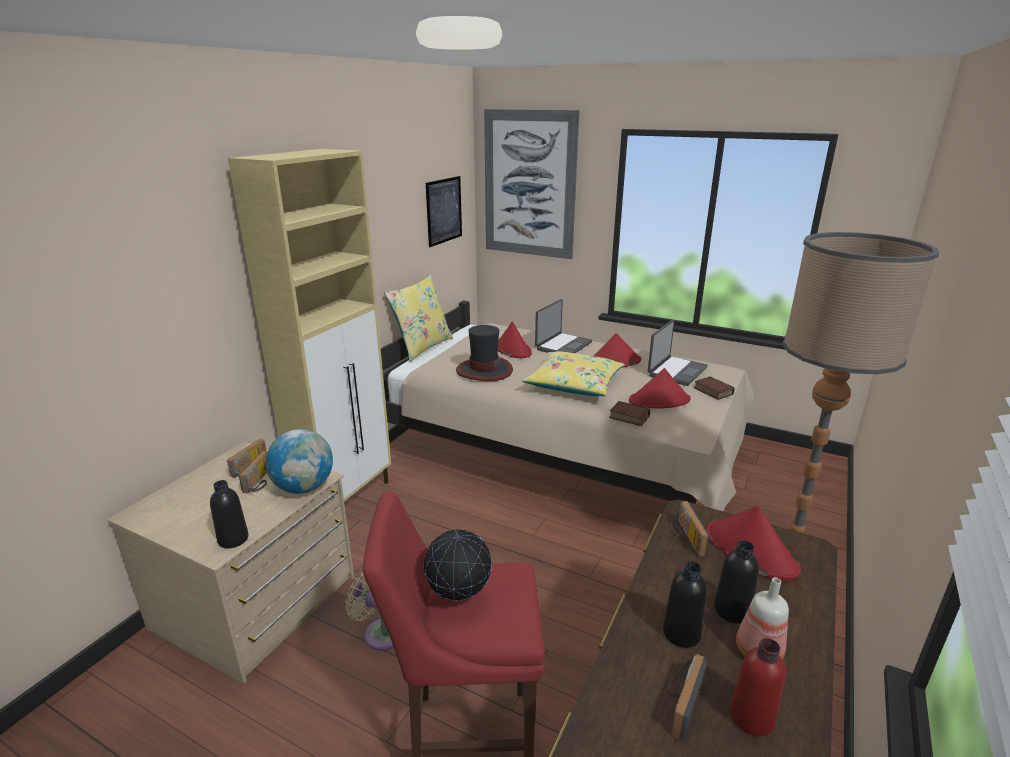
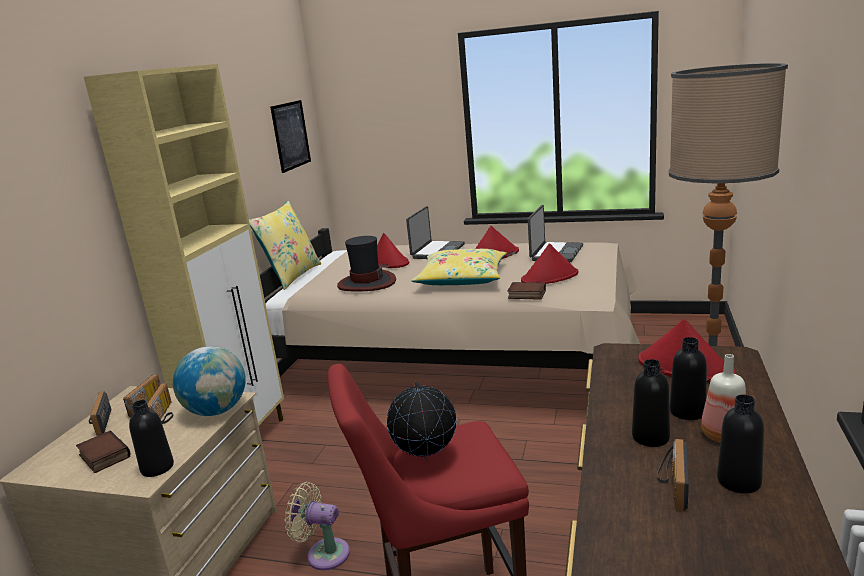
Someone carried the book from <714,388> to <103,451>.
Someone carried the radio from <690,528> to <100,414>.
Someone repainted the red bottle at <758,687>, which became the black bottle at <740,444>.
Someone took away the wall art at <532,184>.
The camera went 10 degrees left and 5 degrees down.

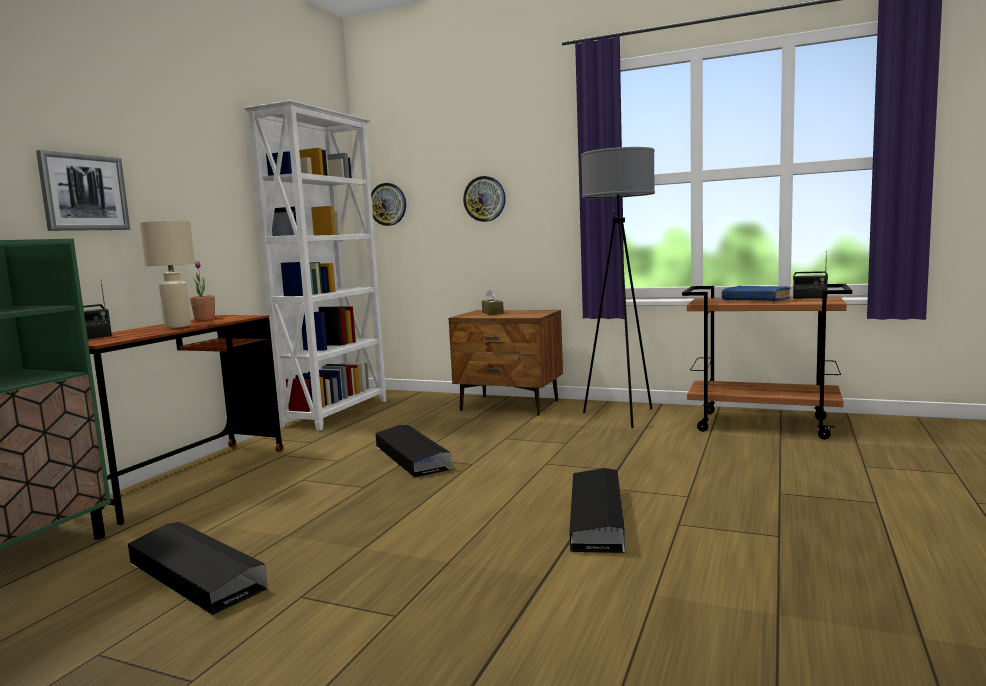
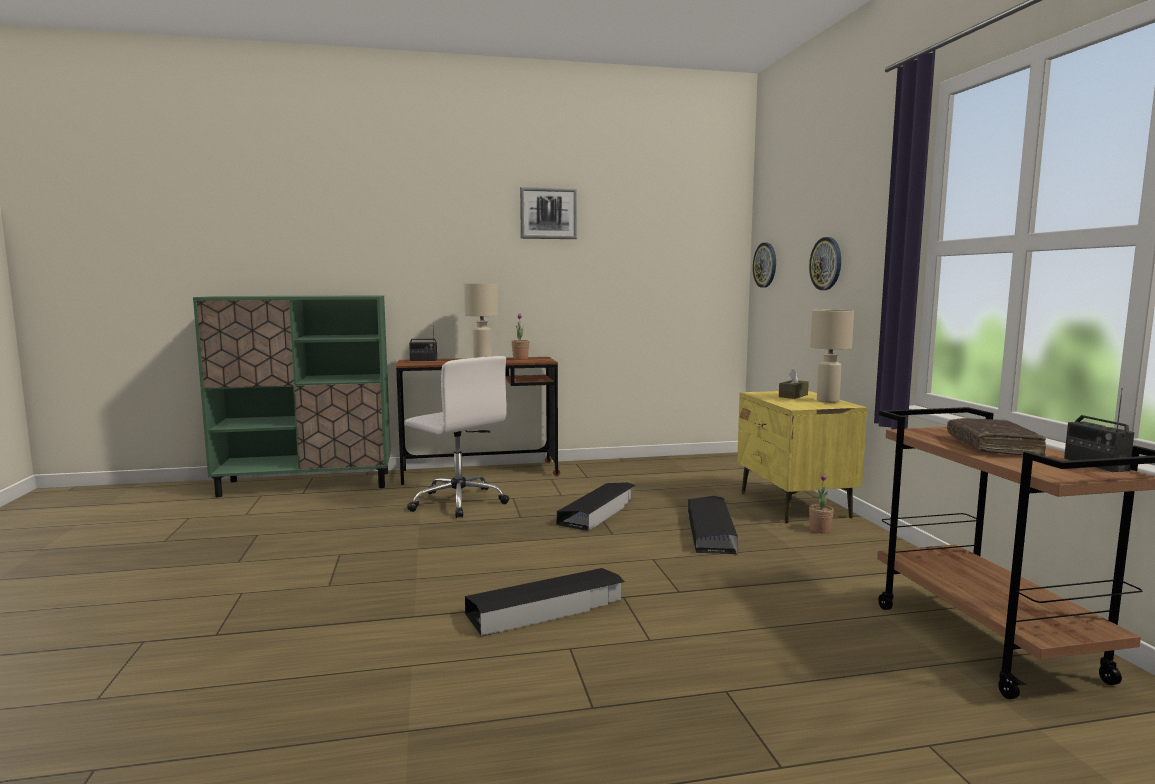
Someone put down the white-coloured desk chair at <456,437>.
Someone carried the wall art from <83,190> to <548,213>.
Someone carried the black storage box from <198,568> to <713,525>.
Someone repainted the brown night table at <506,363>, which became the yellow night table at <802,457>.
Someone put down the houseplant at <821,504>.
Someone put down the sand-coloured lamp for a table at <832,356>.
Someone repainted the blue book at <756,293>, which became the brown book at <996,437>.
Someone took away the white-coloured bookshelf at <315,265>.
Someone took away the greyish standard lamp at <618,287>.
The camera went 55 degrees right and 0 degrees up.

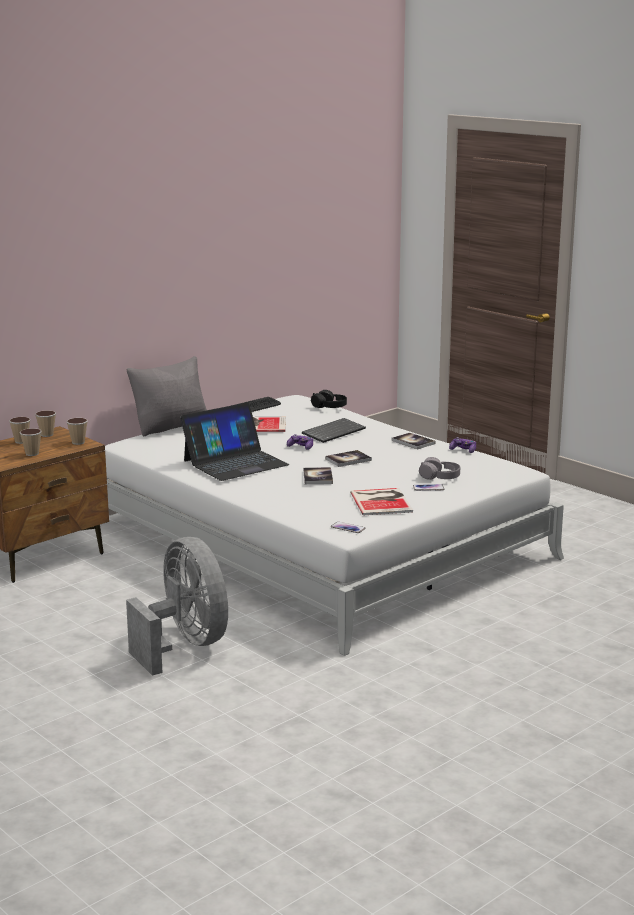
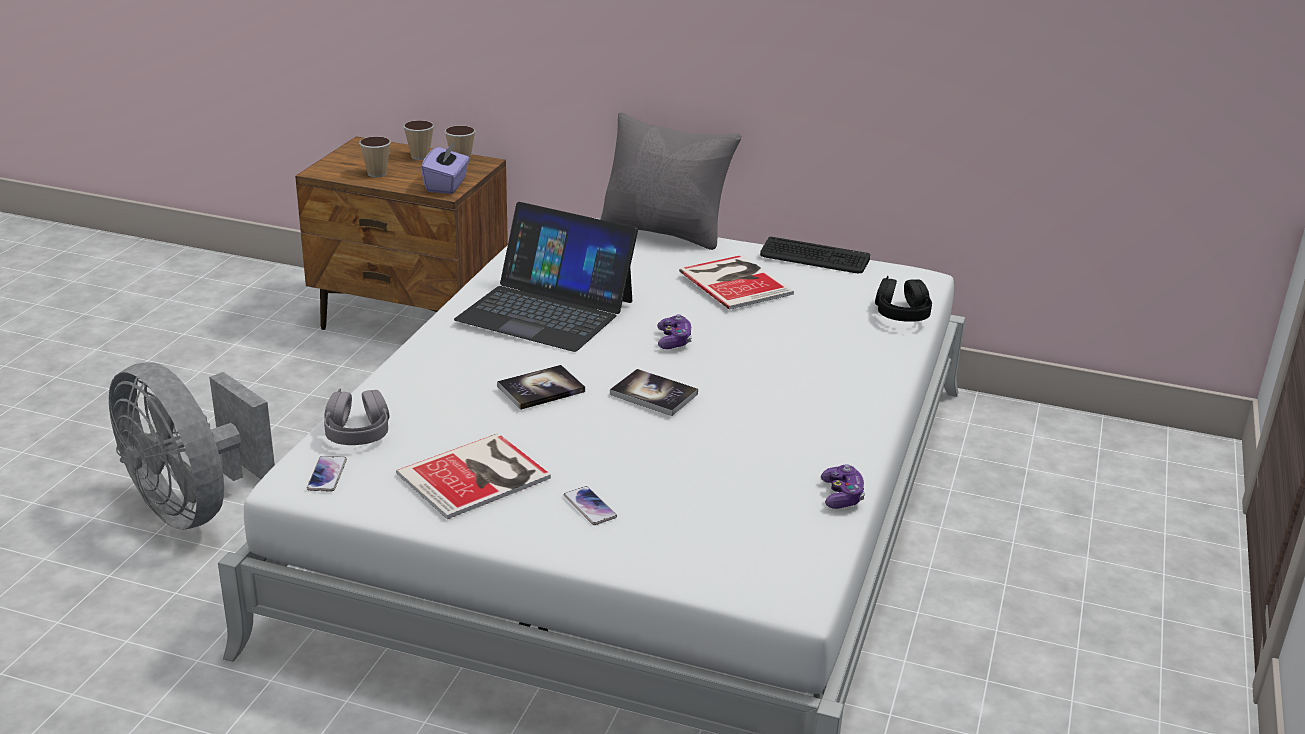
Someone rotated the greyish cooling fan at <177,606> by 105 degrees clockwise.
Someone carried the greyish headphones from <439,468> to <356,416>.
Someone swapped the small cup at <77,431> for the purple-coloured tissue holder at <445,168>.
Someone took away the PC keyboard at <334,430>.
Someone took away the book at <414,441>.
The camera went 60 degrees right and 10 degrees up.

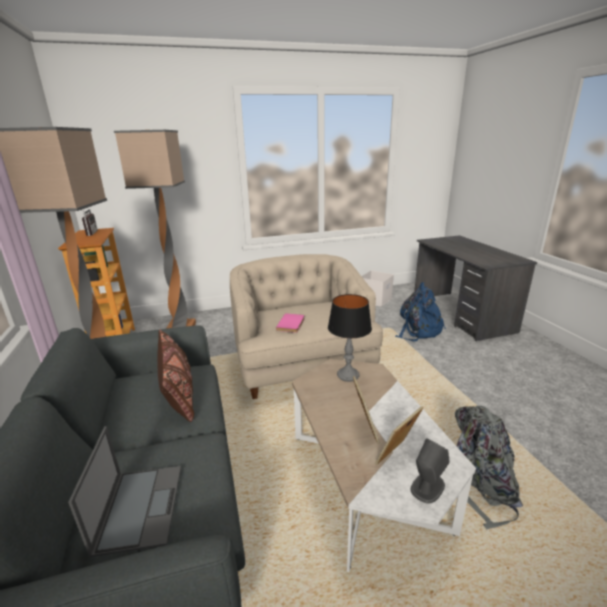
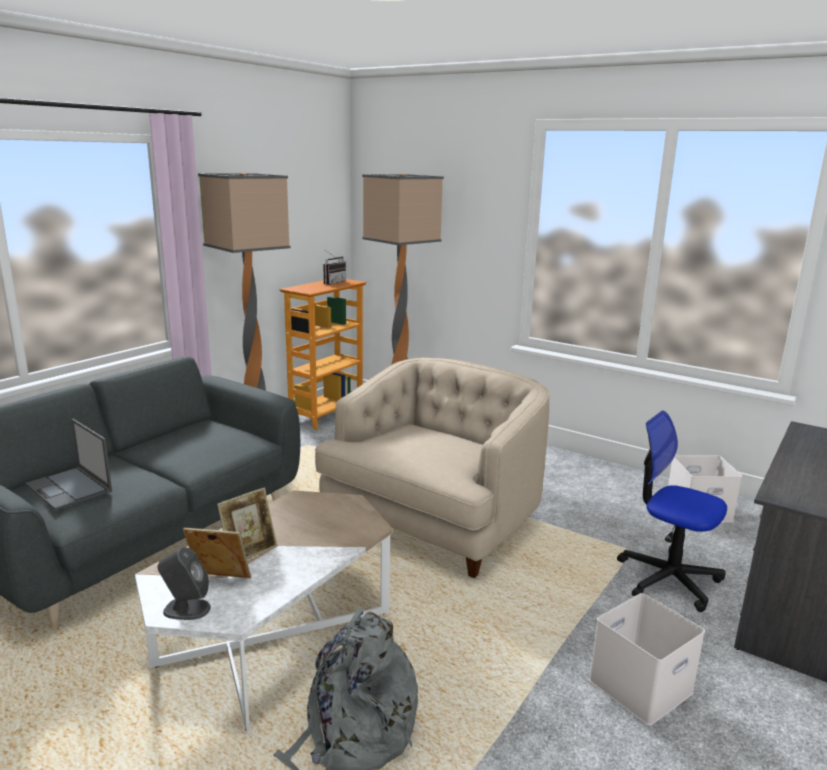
Someone rotated the notebook computer at <124,491> by 90 degrees clockwise.
Someone put down the white-coloured storage box at <647,659>.
Someone swapped the blue knapsack at <420,311> for the desk chair at <672,511>.
Someone took away the brown cushion at <175,376>.
Someone took away the pink book at <290,323>.
Someone took away the lamp for a table at <350,338>.
The camera went 50 degrees right and 5 degrees down.

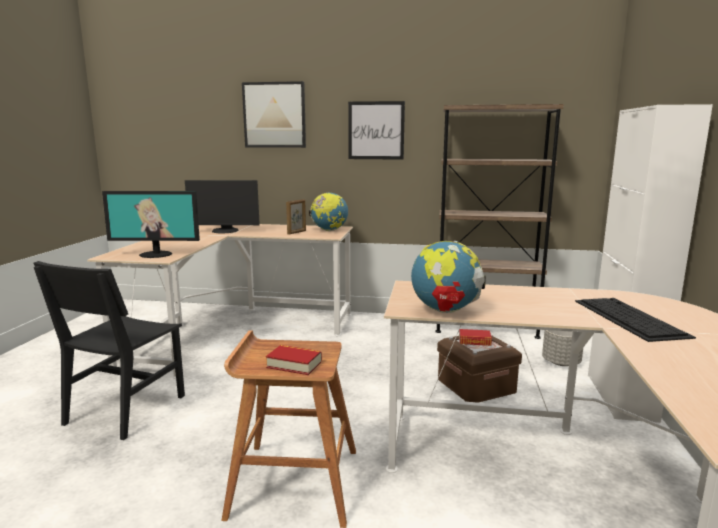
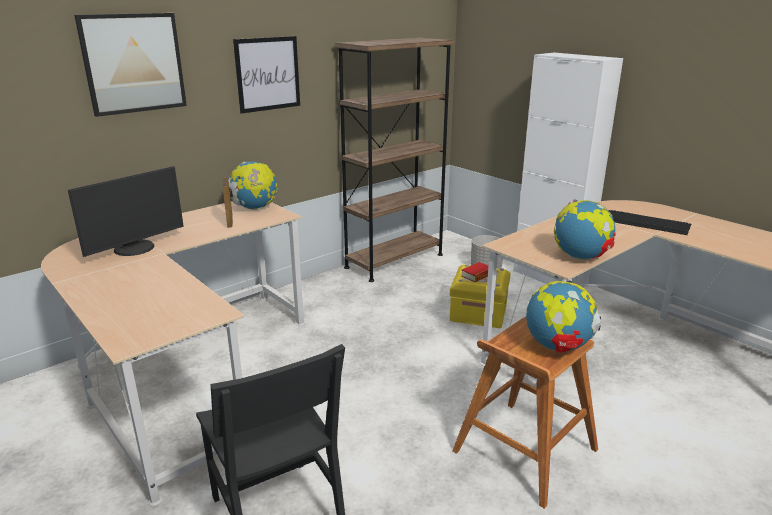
Someone repainted the brown storage box at <479,369>, which became the yellow storage box at <480,296>.
Someone swapped the book at <294,360> for the desk globe at <563,315>.
Someone took away the computer display at <151,224>.
The camera went 50 degrees left and 10 degrees up.

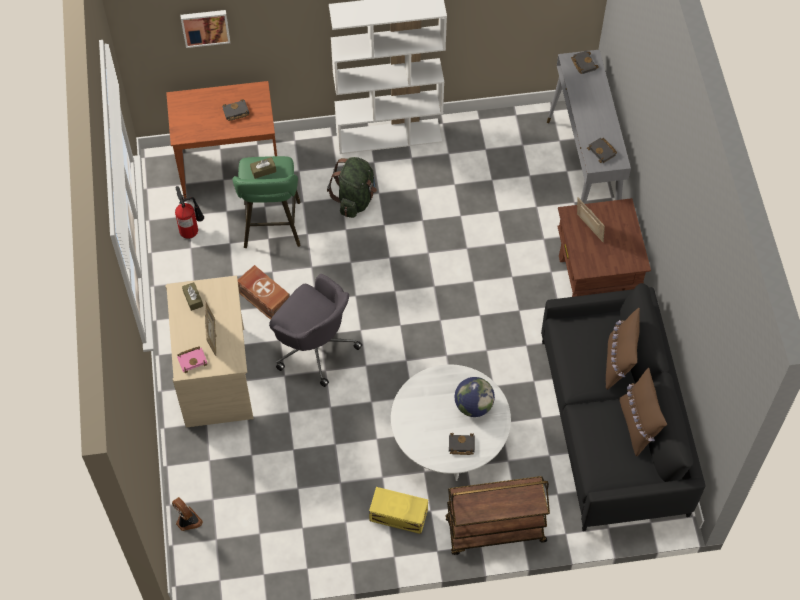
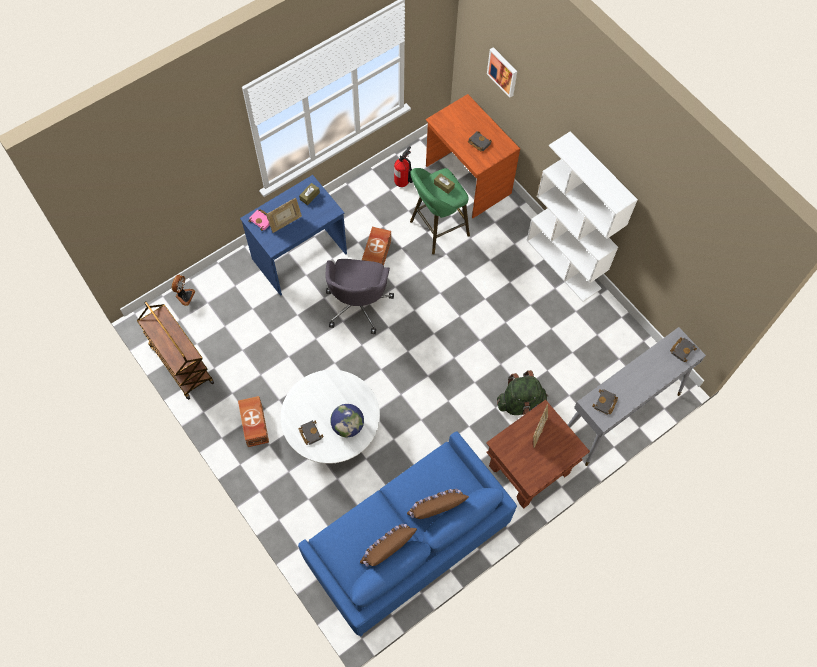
Someone carried the brown wheeled cart from <497,515> to <175,350>.
Someone repainted the yellow storage box at <398,510>, which became the brown storage box at <253,421>.
Someone repainted the sand-coloured desk at <209,352>, which became the blue desk at <293,235>.
Someone repainted the black sofa at <623,407>, which became the blue sofa at <407,533>.
Someone carried the green-coloured knapsack from <352,187> to <522,392>.
The camera went 60 degrees right and 5 degrees up.

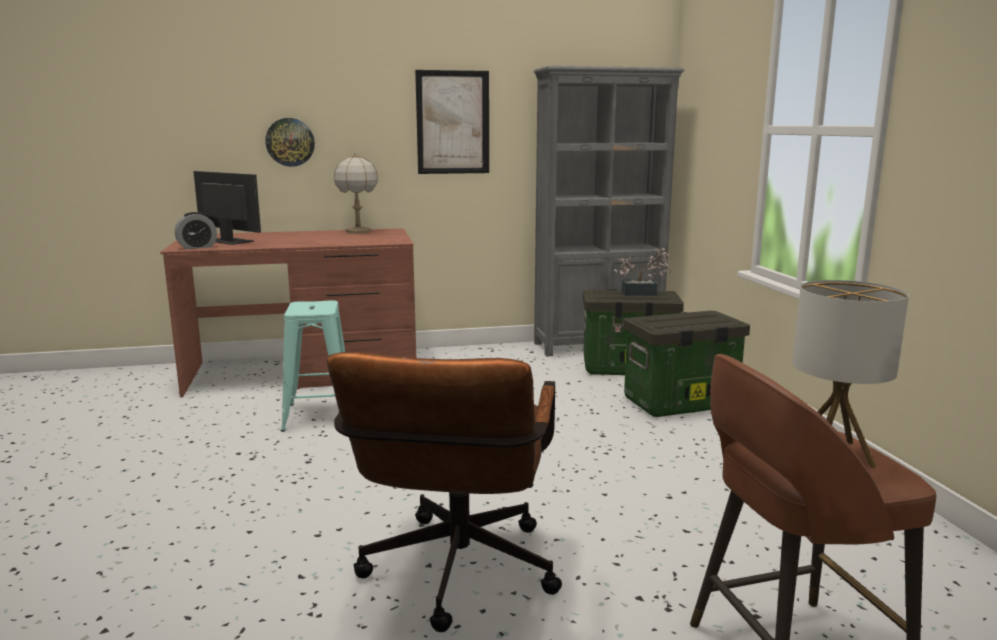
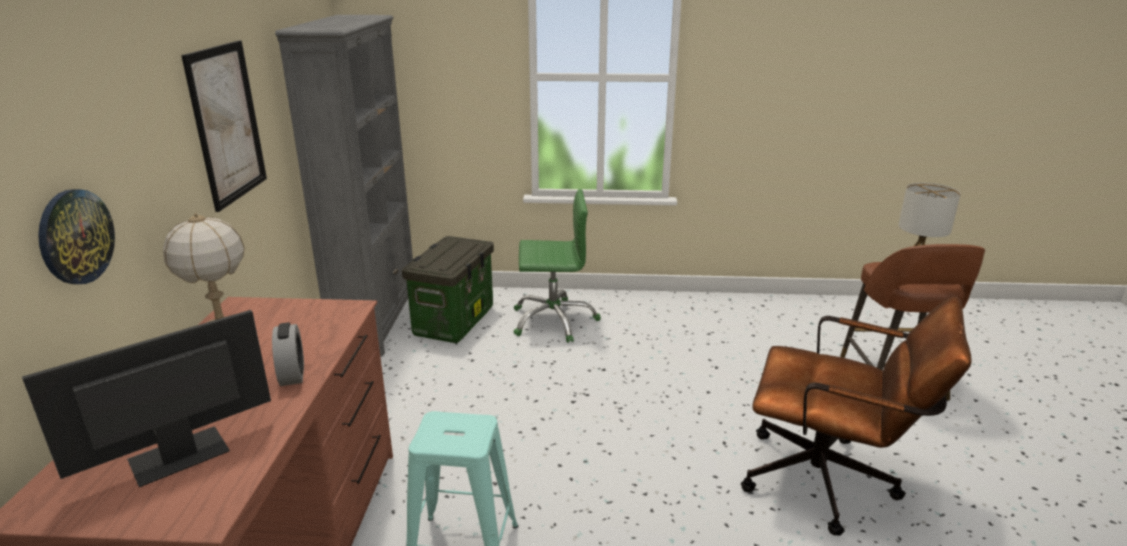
Someone carried the table clock from <196,230> to <288,354>.
Someone swapped the storage box at <686,364> for the green-coloured desk chair at <557,266>.
Someone took away the houseplant at <643,272>.
The camera went 75 degrees left and 10 degrees up.

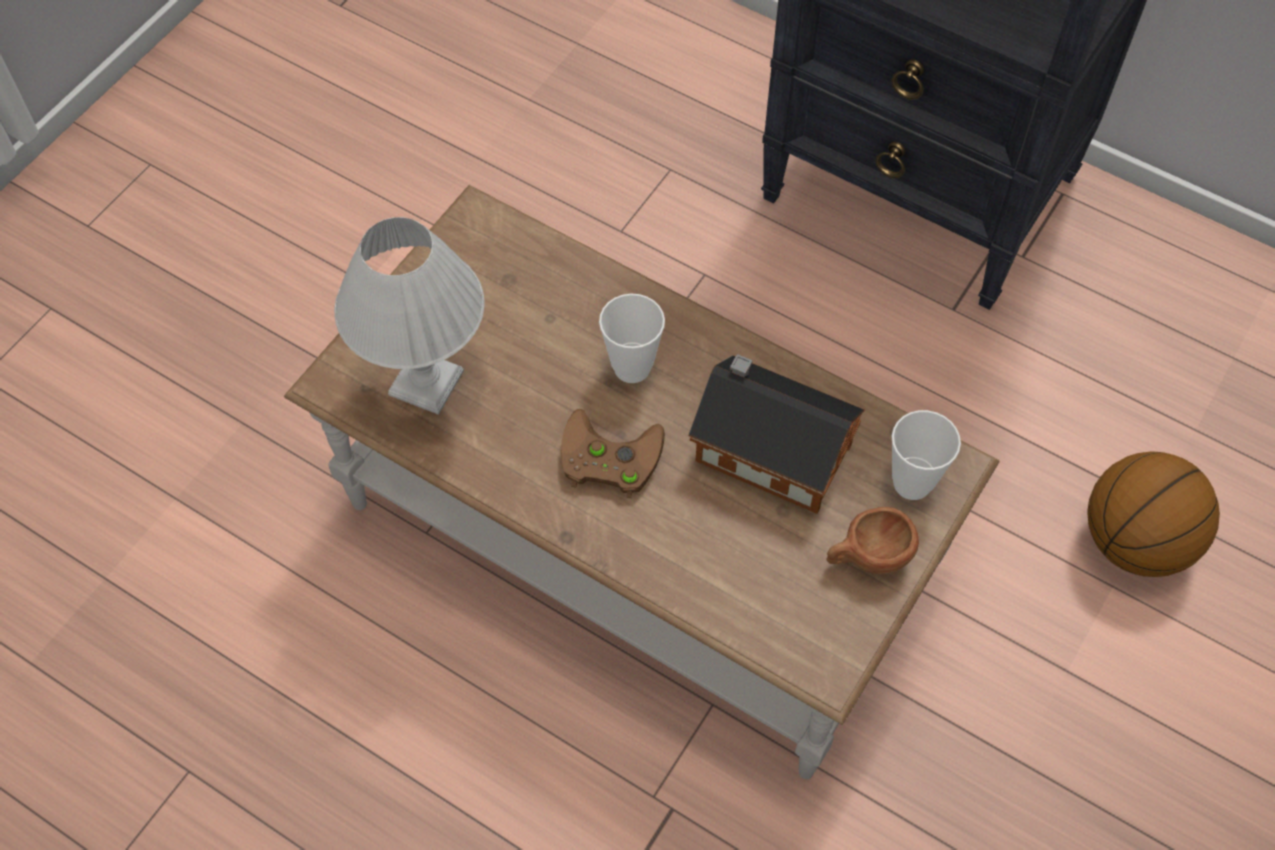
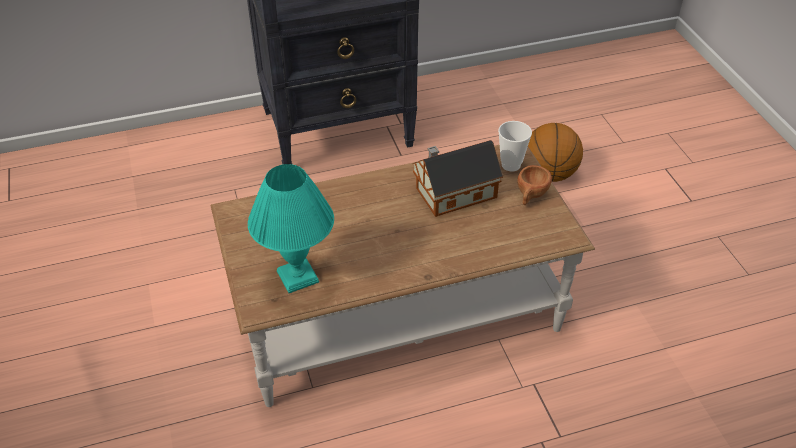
Someone repainted the white-coloured lamp for a table at <409,316>, which became the blue-green lamp for a table at <291,228>.
Someone took away the brown gamepad at <613,453>.
Someone took away the small cup at <632,338>.
The camera went 50 degrees left and 15 degrees down.

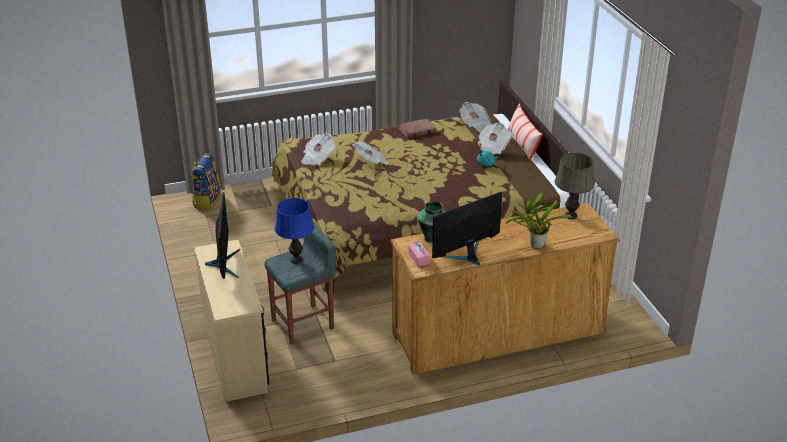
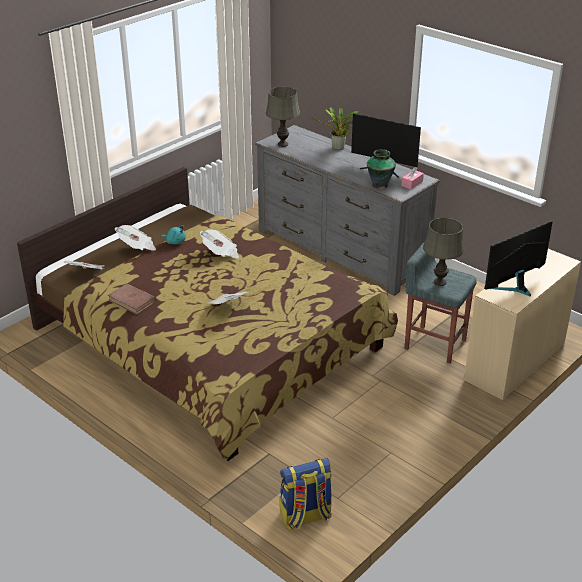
Someone carried the newspaper from <318,149> to <219,243>.
Someone repainted the brown drawer chest at <505,289>, which became the greyish drawer chest at <347,210>.
Someone repainted the blue lamp for a table at <294,231>, which became the greyish lamp for a table at <443,252>.
Someone took away the cushion at <525,132>.
The camera went 120 degrees left and 0 degrees up.

